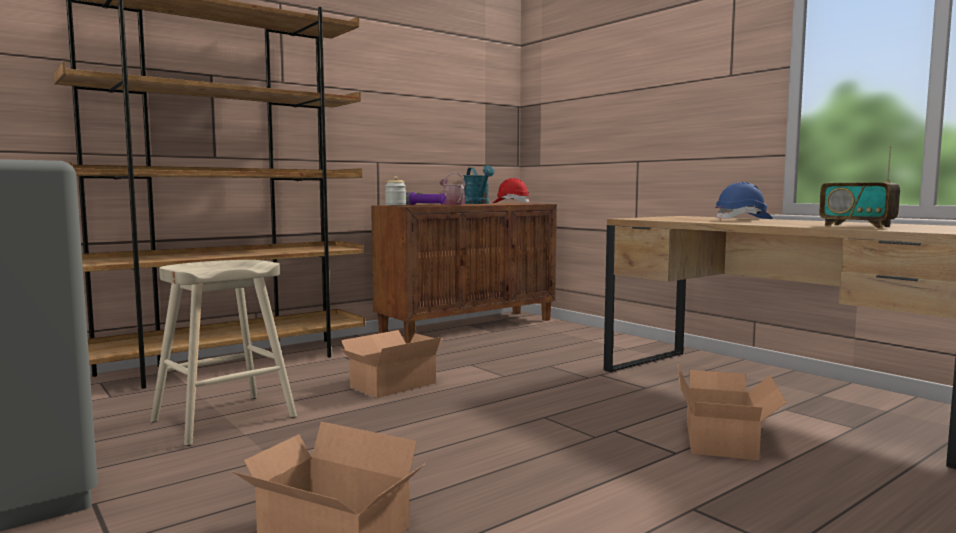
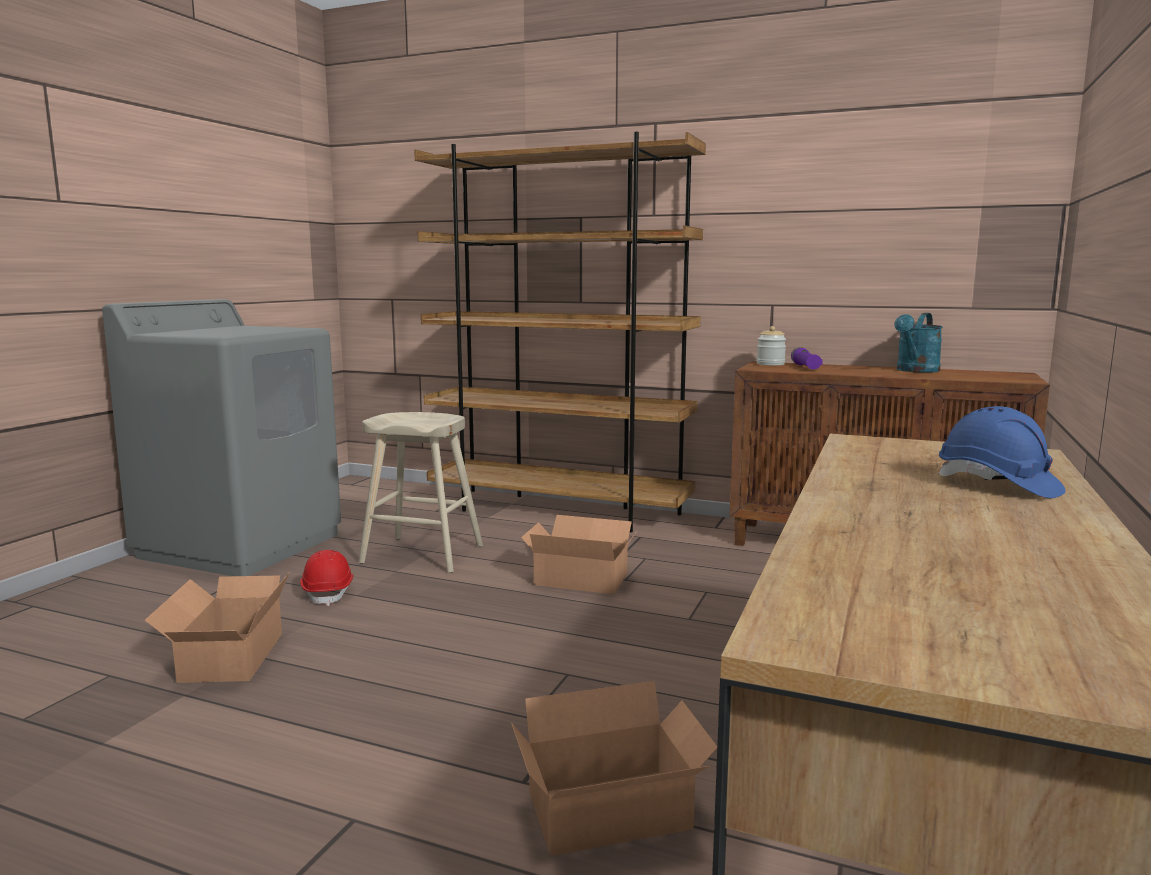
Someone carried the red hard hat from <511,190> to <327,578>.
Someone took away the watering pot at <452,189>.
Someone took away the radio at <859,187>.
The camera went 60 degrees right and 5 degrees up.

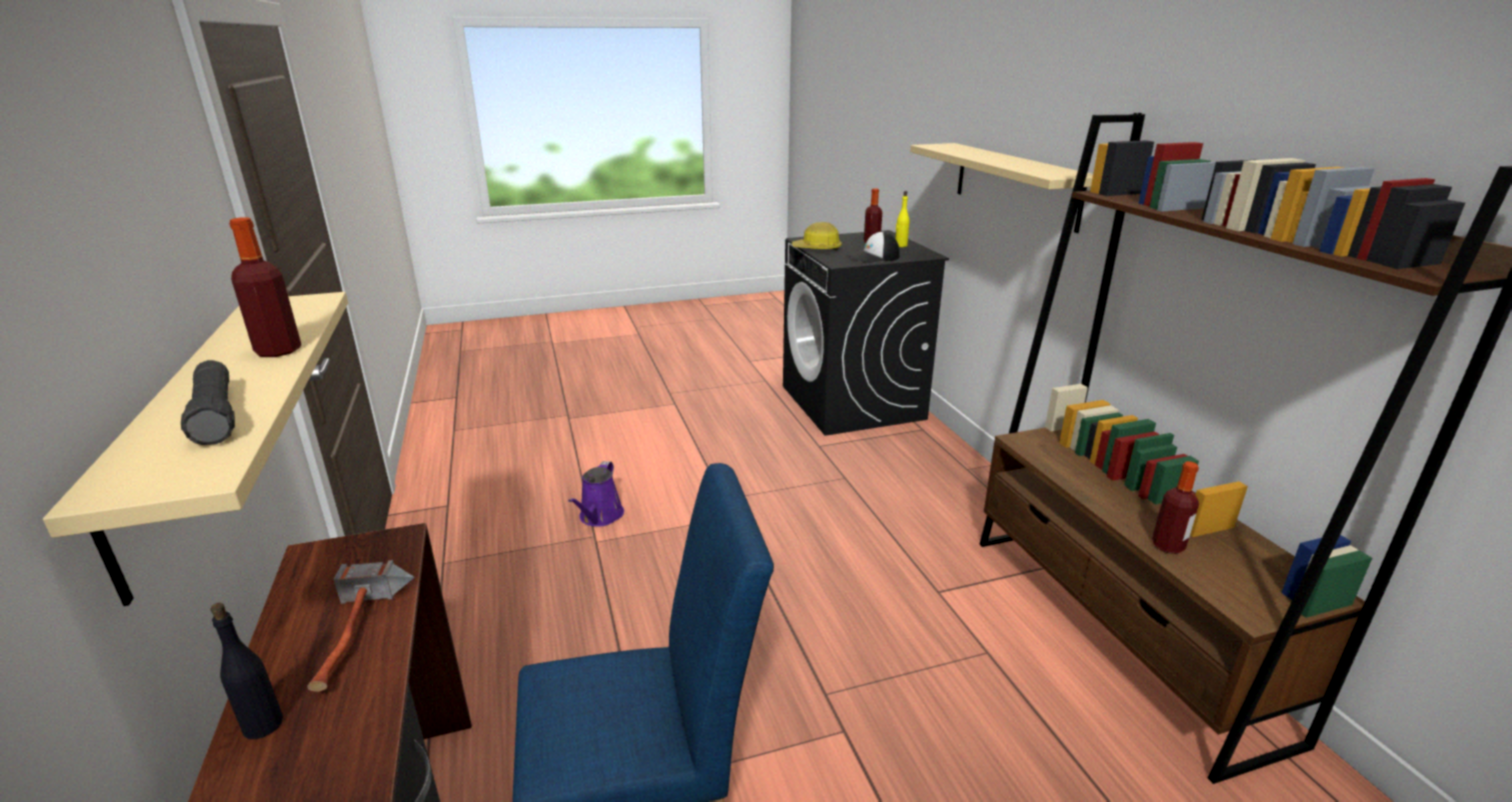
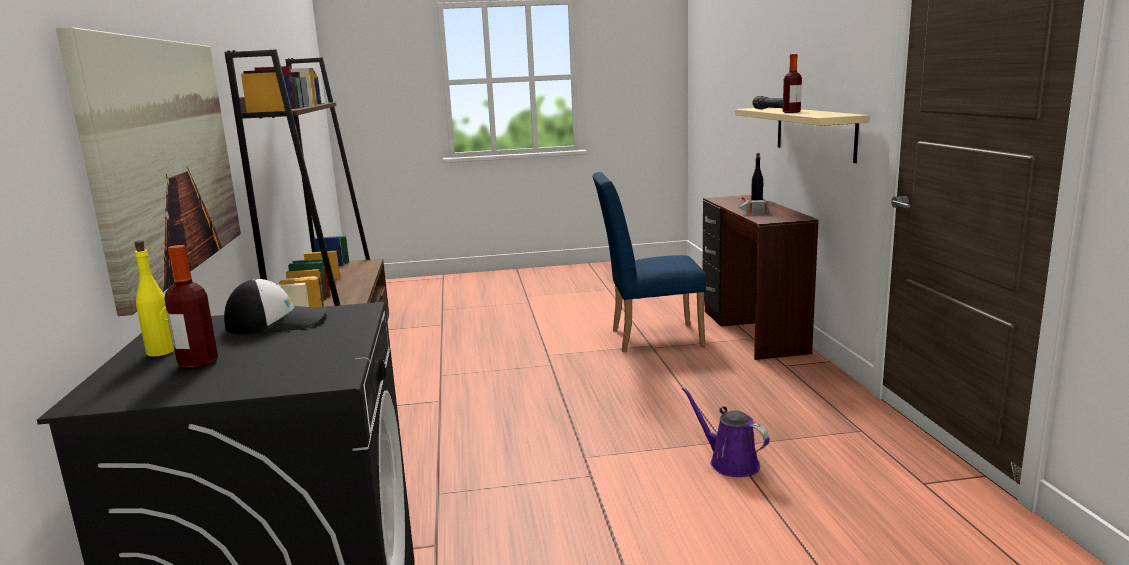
Someone swapped the sand-coloured shelf at <1001,188> for the wall art at <148,171>.
Someone rotated the purple-coloured watering pot at <596,494> by 60 degrees counterclockwise.
Someone took away the hard hat at <817,236>.
Someone took away the bottle at <1175,507>.
The camera went 170 degrees left and 10 degrees down.

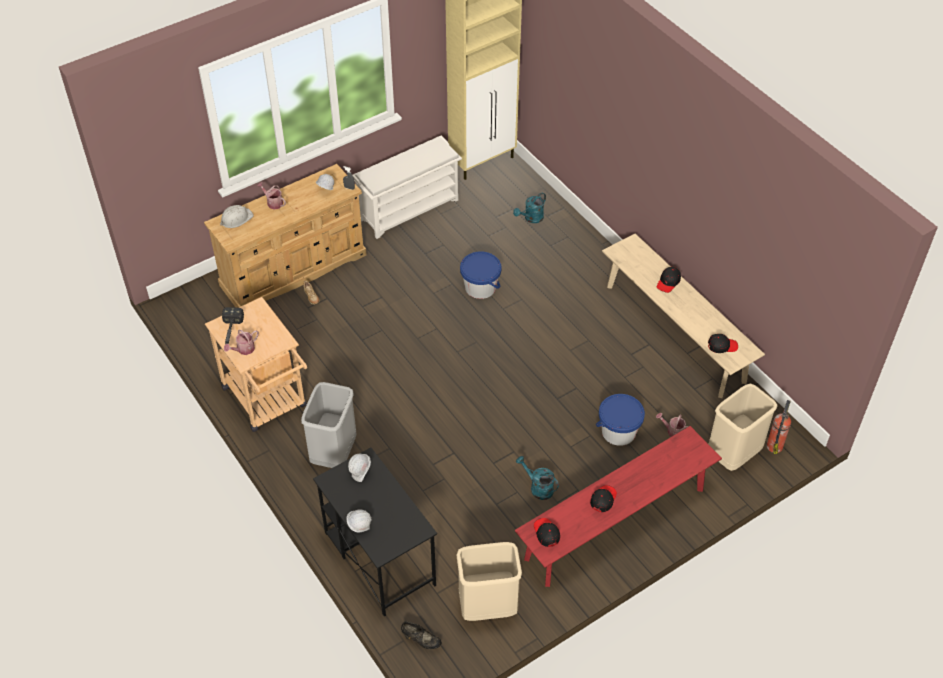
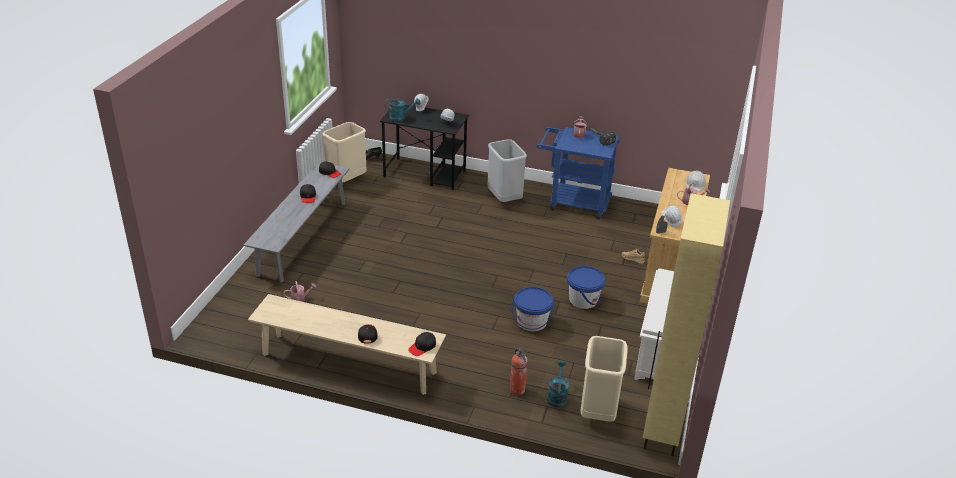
Someone repainted the red bench at <618,506>, which became the greyish bench at <297,222>.
Someone carried the blue-green watering pot from <537,478> to <402,109>.
Someone carried the black baseball cap from <723,343> to <422,344>.
Someone carried the fire-fighting cylinder from <778,427> to <519,371>.
Someone repainted the sand-coloured wheeled cart at <256,364>, which became the blue wheeled cart at <578,173>.
Someone carried the blue bucket from <620,420> to <586,287>.
Someone carried the sand-coloured rubbish bin from <743,427> to <604,379>.
The camera went 140 degrees right and 15 degrees down.

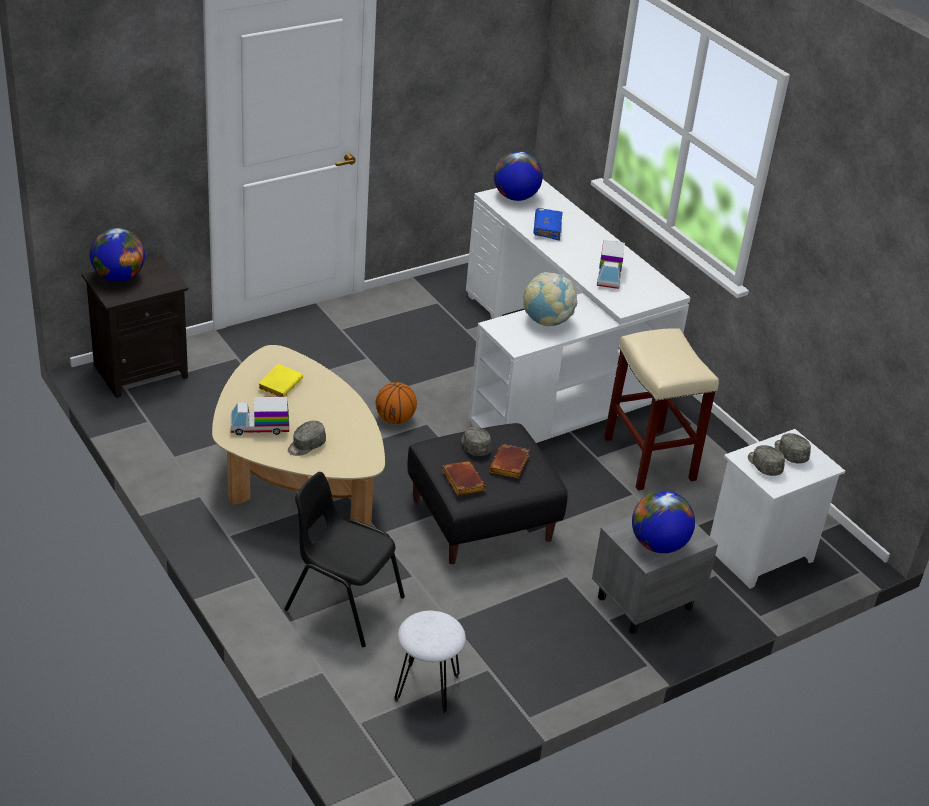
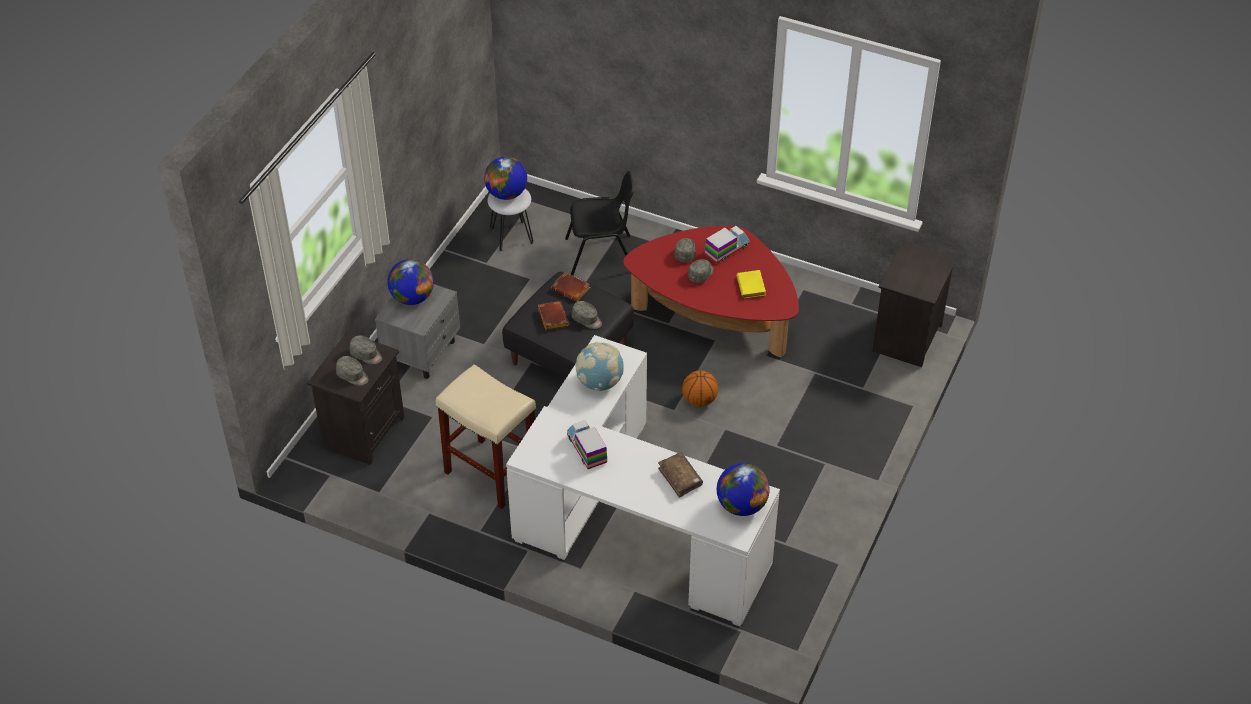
Someone repainted the white-coloured night table at <777,509>, which became the black night table at <355,398>.
Someone carried the desk globe from <117,255> to <505,178>.
Someone repainted the sand-coloured lounge table at <298,435>, which became the red lounge table at <711,292>.
Someone repainted the blue book at <548,224>, which became the brown book at <680,475>.
Someone put down the greyish baseball cap at <701,271>.
The camera went 150 degrees right and 10 degrees up.

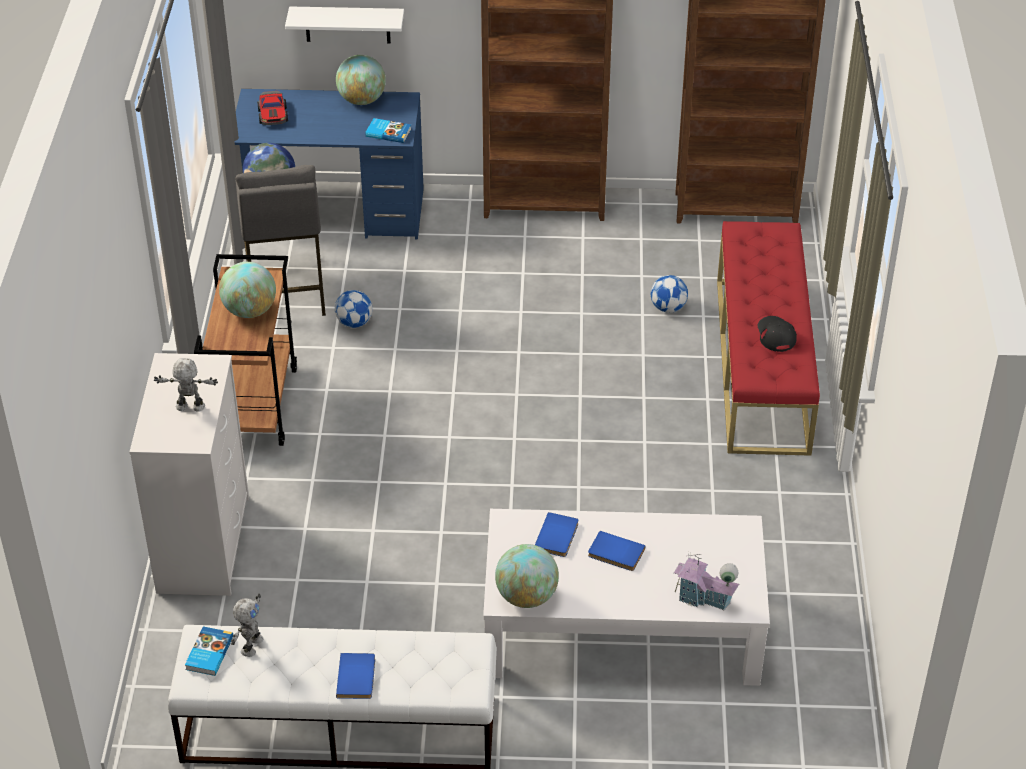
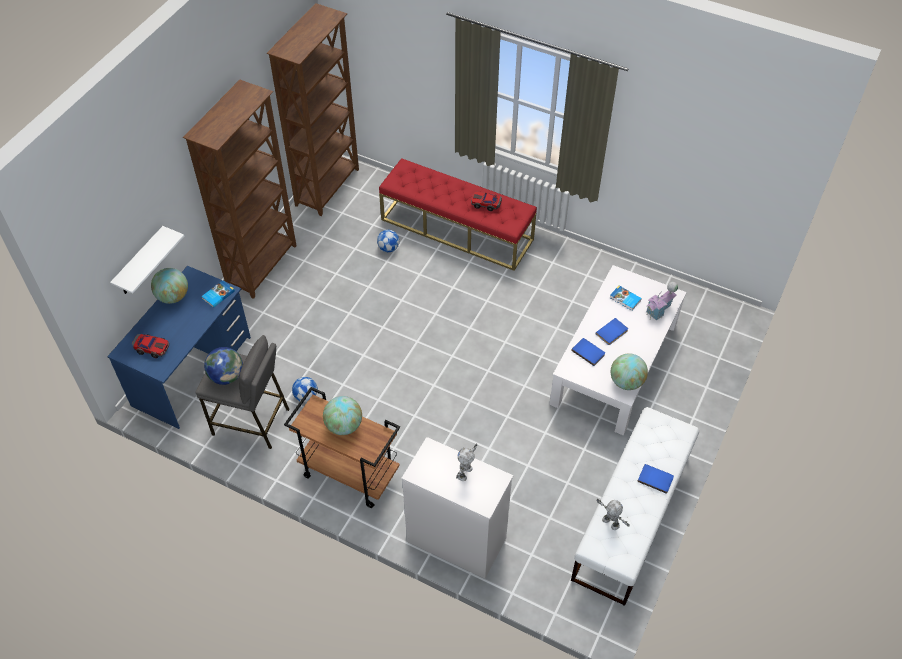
Someone swapped the black baseball cap at <777,334> for the model car at <486,201>.
Someone carried the book from <209,651> to <625,298>.
The camera went 65 degrees left and 10 degrees up.

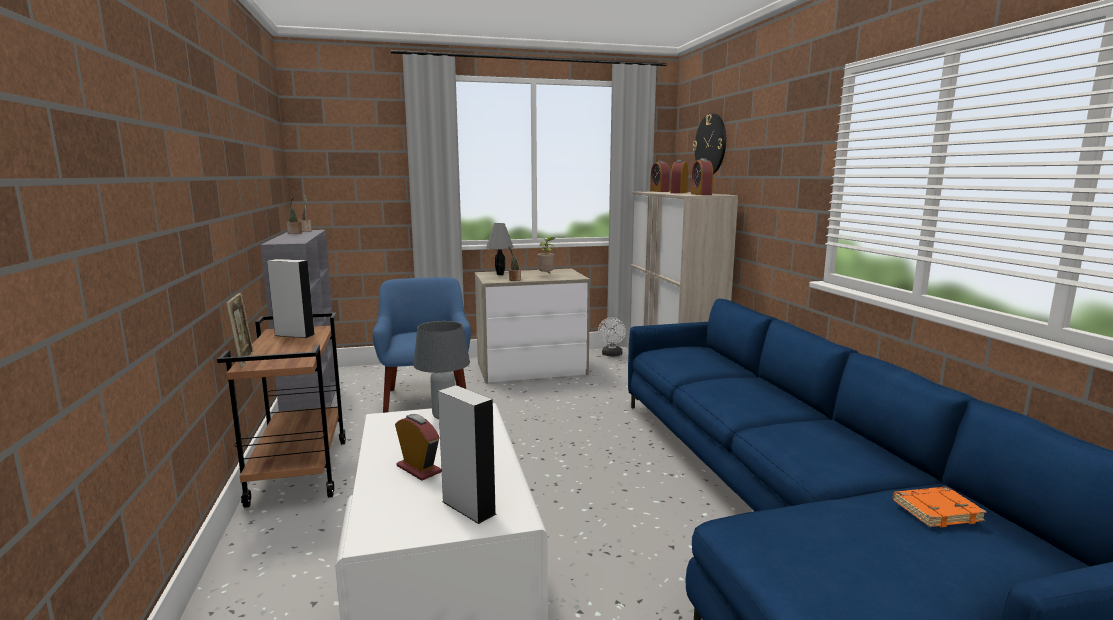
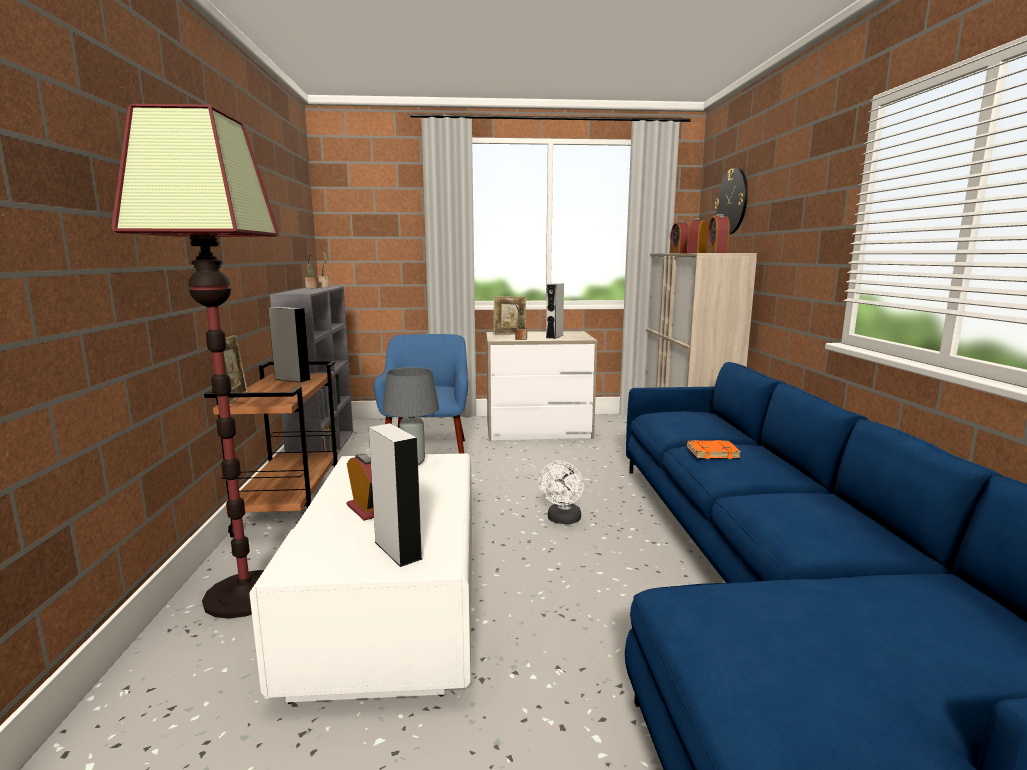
Someone put down the standard lamp at <195,361>.
Someone swapped the greyish lamp for a table at <499,249> for the photo frame at <510,315>.
Someone carried the white-coloured cooling fan from <612,336> to <561,492>.
Someone swapped the houseplant at <546,255> for the greyish audio speaker at <555,311>.
Someone carried the orange book from <940,507> to <714,449>.
The camera went 10 degrees right and 0 degrees up.

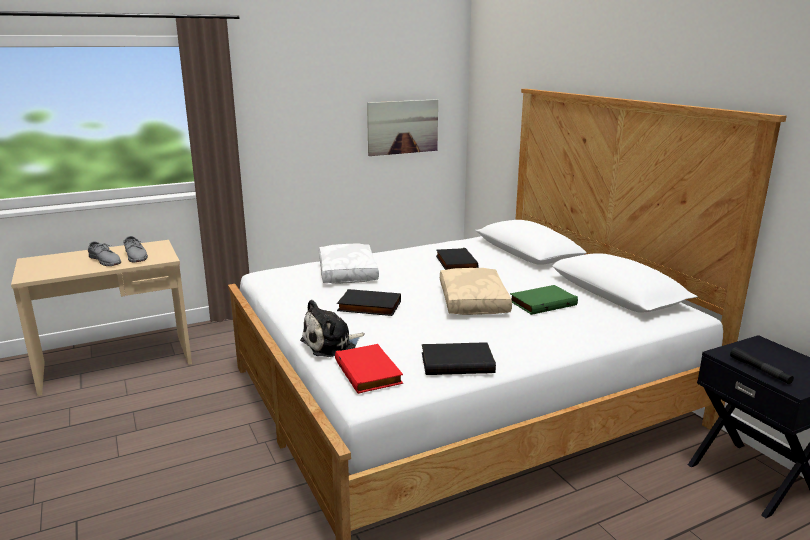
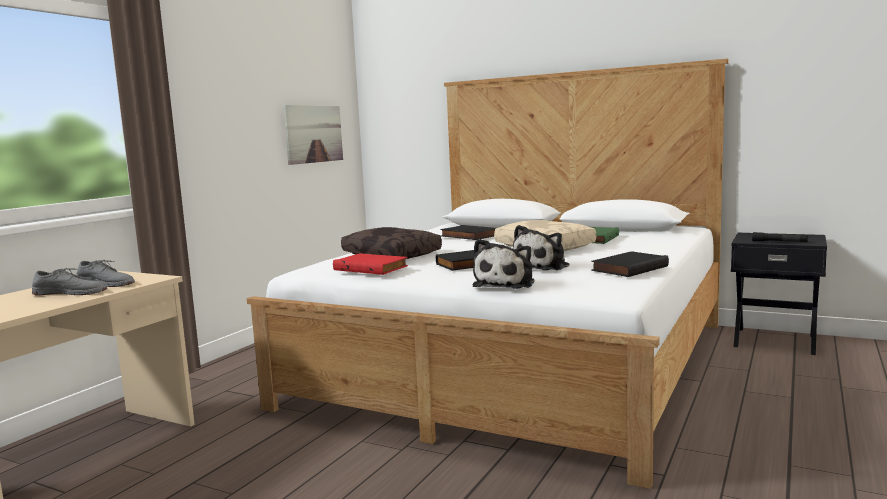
Someone carried the red book from <369,369> to <370,264>.
Someone repainted the white-coloured cushion at <349,264>, which became the brown cushion at <391,243>.
Someone put down the plush toy at <541,248>.
The camera went 35 degrees left and 10 degrees down.

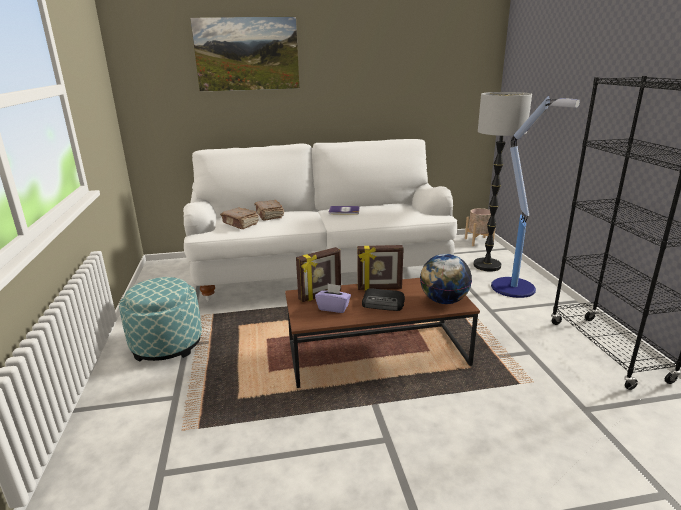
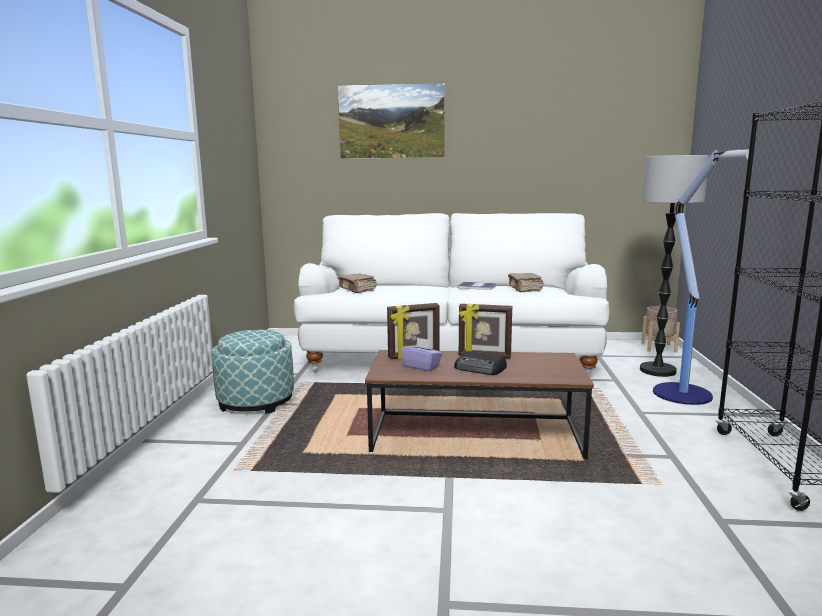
Someone carried the brown book from <269,210> to <526,282>.
Someone took away the desk globe at <446,279>.
The camera went 15 degrees right and 10 degrees down.

